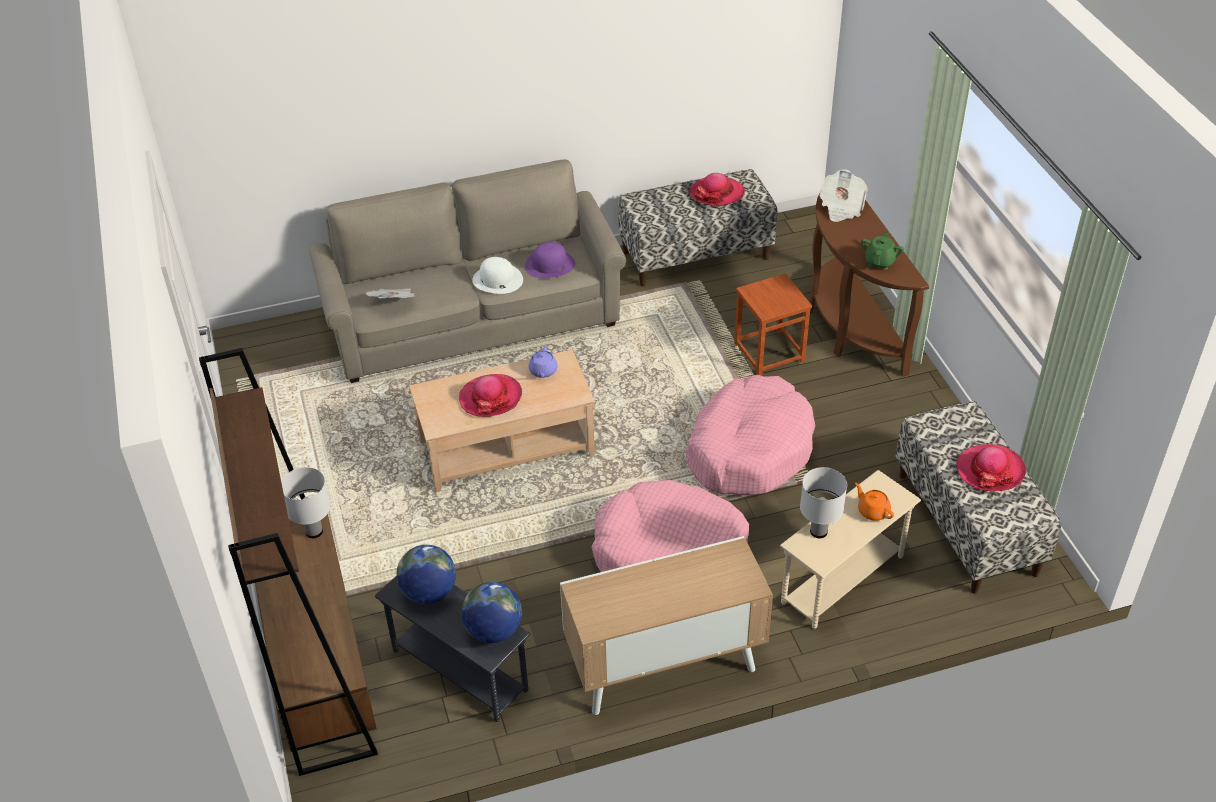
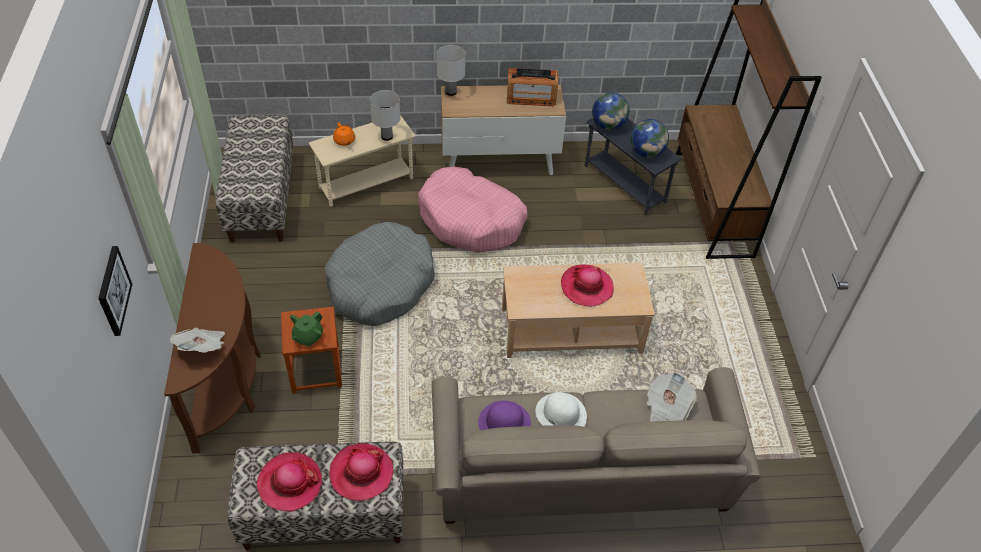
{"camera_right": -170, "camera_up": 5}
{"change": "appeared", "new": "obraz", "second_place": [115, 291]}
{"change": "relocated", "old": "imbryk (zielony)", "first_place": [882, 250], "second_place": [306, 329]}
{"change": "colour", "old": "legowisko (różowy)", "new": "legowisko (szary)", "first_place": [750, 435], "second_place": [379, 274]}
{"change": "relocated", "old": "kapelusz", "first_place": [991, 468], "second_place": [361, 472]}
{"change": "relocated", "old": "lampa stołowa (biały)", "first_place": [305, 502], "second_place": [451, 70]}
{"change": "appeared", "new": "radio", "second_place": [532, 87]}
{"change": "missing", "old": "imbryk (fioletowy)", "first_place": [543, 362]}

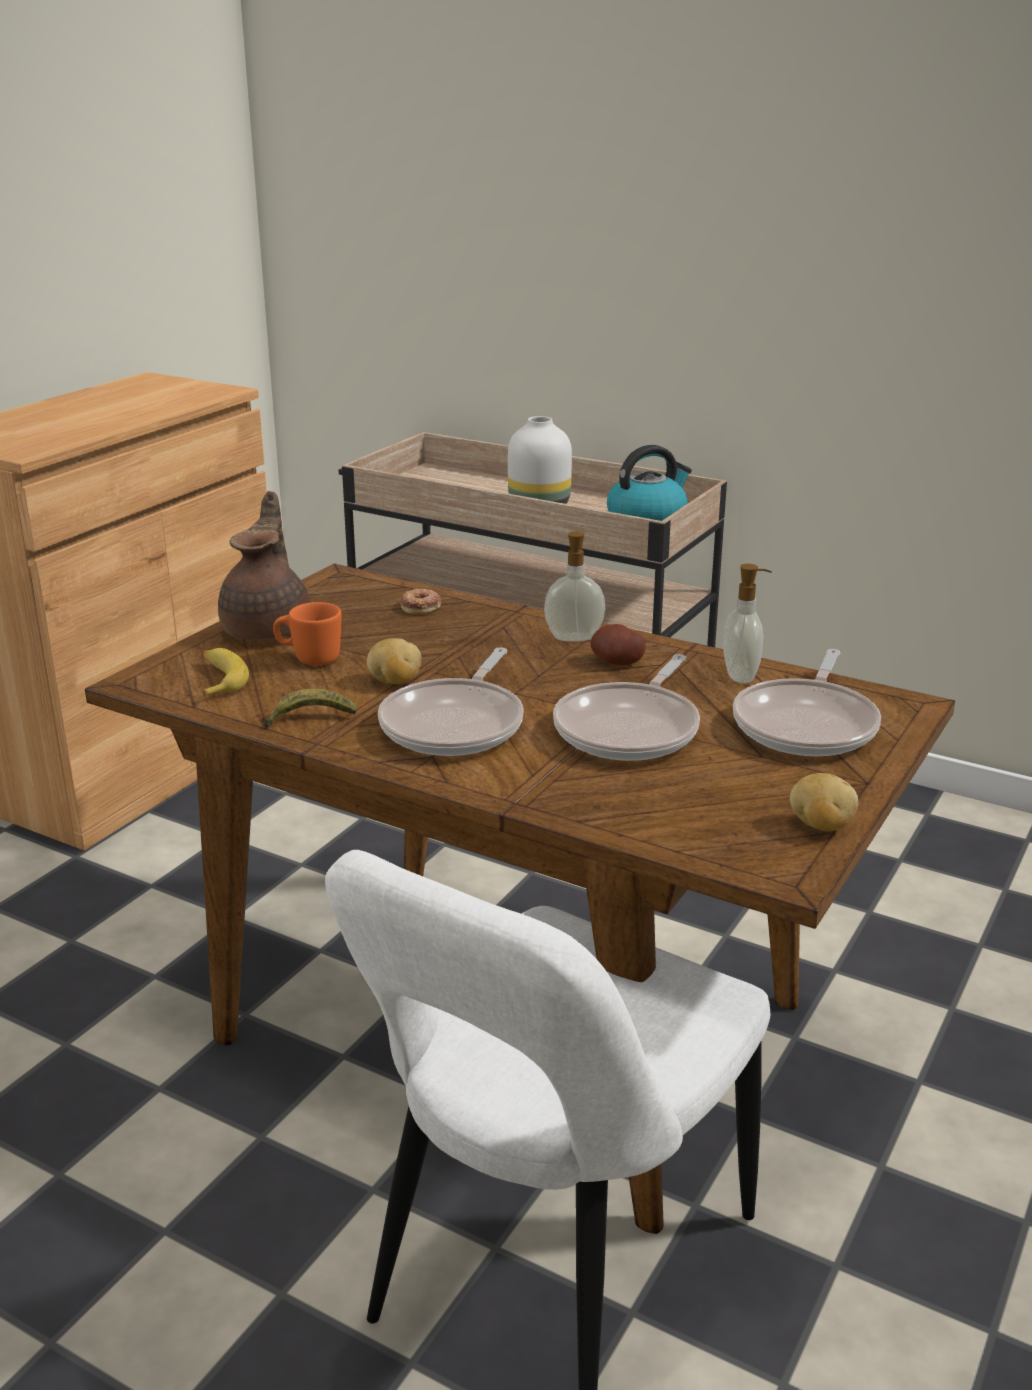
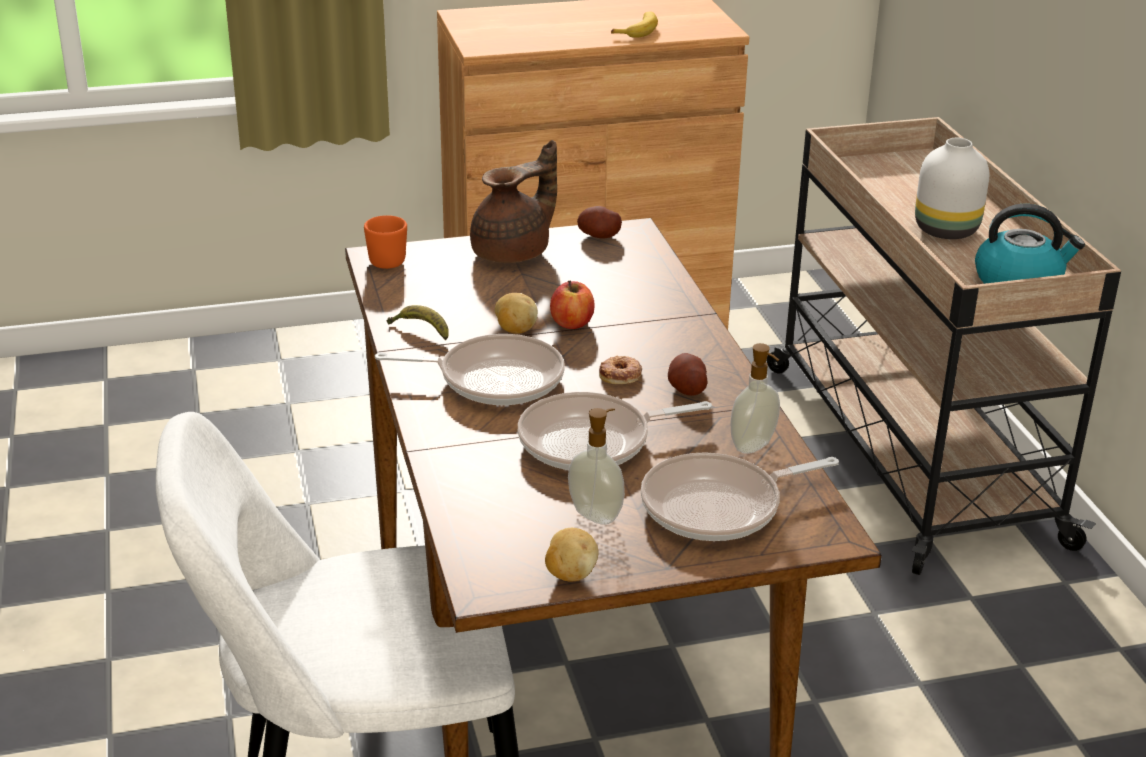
{"camera_right": 45, "camera_up": 5}
{"change": "relocated", "old": "kubek (pomarańczowy)", "first_place": [307, 634], "second_place": [385, 242]}
{"change": "spun", "old": "patelnia", "first_place": [451, 702], "second_place": [470, 369], "degrees": -150}
{"change": "appeared", "new": "jabłko", "second_place": [572, 304]}
{"change": "relocated", "old": "dozownik mydła", "first_place": [574, 586], "second_place": [596, 466]}
{"change": "appeared", "new": "ziemniak", "second_place": [599, 222]}
{"change": "relocated", "old": "donut", "first_place": [420, 601], "second_place": [620, 370]}
{"change": "relocated", "old": "banan", "first_place": [225, 672], "second_place": [634, 24]}

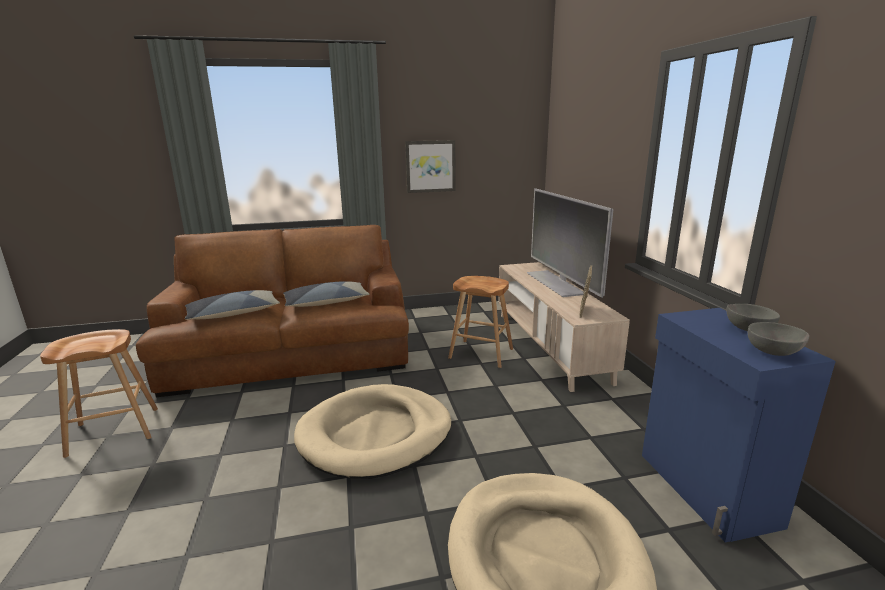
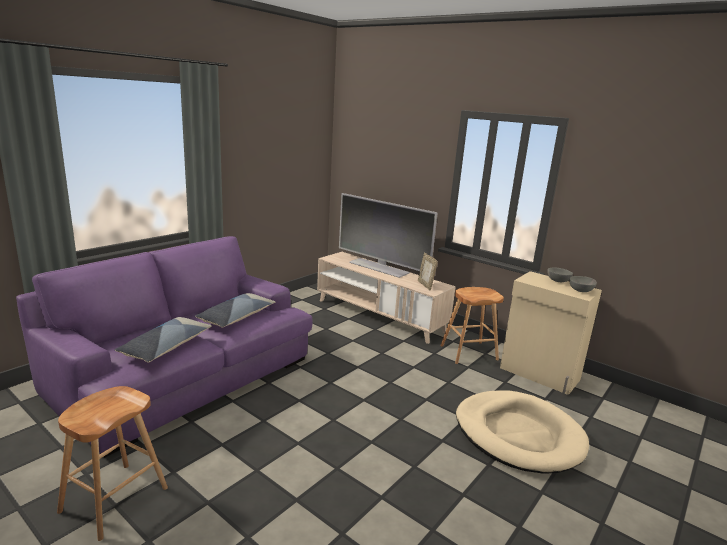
{"camera_right": -40, "camera_up": 0}
{"change": "colour", "old": "kanapa (brązowy)", "new": "kanapa (fioletowy)", "first_place": [272, 311], "second_place": [164, 347]}
{"change": "relocated", "old": "stołek (brązowy)", "first_place": [480, 322], "second_place": [472, 325]}
{"change": "colour", "old": "szafka (niebieski)", "new": "szafka (beżowy)", "first_place": [739, 425], "second_place": [551, 333]}
{"change": "missing", "old": "legowisko (beżowy)", "first_place": [372, 431]}
{"change": "missing", "old": "obraz", "first_place": [430, 166]}

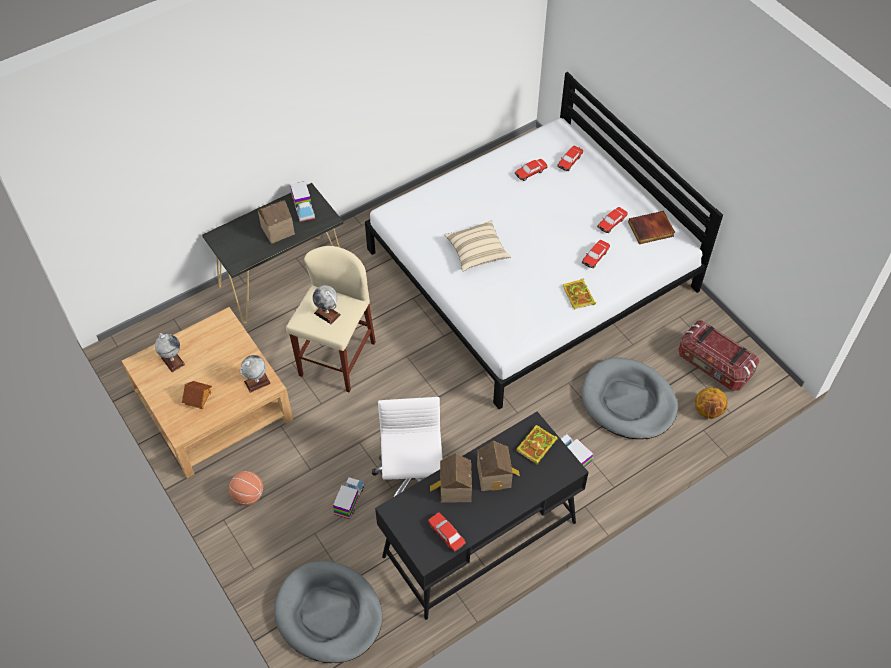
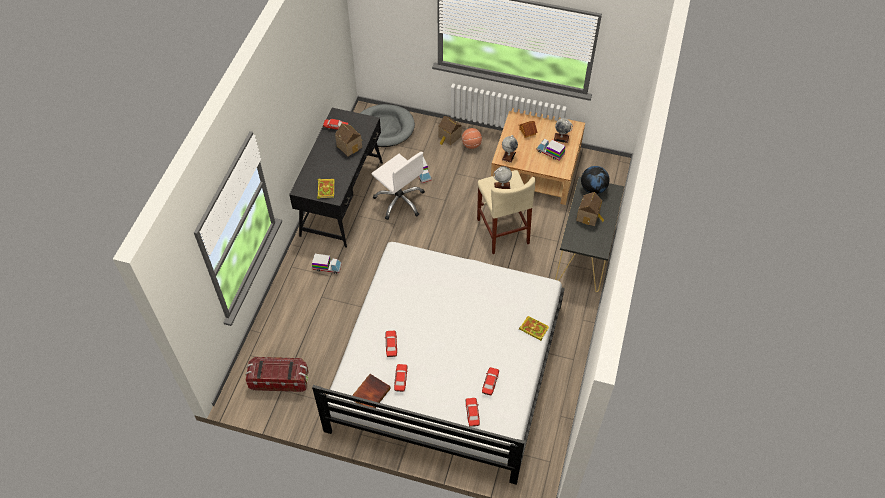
{"camera_right": 140, "camera_up": 0}
{"change": "relocated", "old": "domek", "first_place": [498, 466], "second_place": [450, 131]}
{"change": "relocated", "old": "książka", "first_place": [579, 293], "second_place": [534, 328]}
{"change": "relocated", "old": "ciężarówka zabawkowa", "first_place": [302, 201], "second_place": [550, 150]}
{"change": "appeared", "new": "globus", "second_place": [595, 180]}
{"change": "missing", "old": "poduszka (beżowy)", "first_place": [477, 246]}
{"change": "missing", "old": "legowisko (szary)", "first_place": [629, 398]}
{"change": "missing", "old": "piłka do koszykówki", "first_place": [711, 403]}

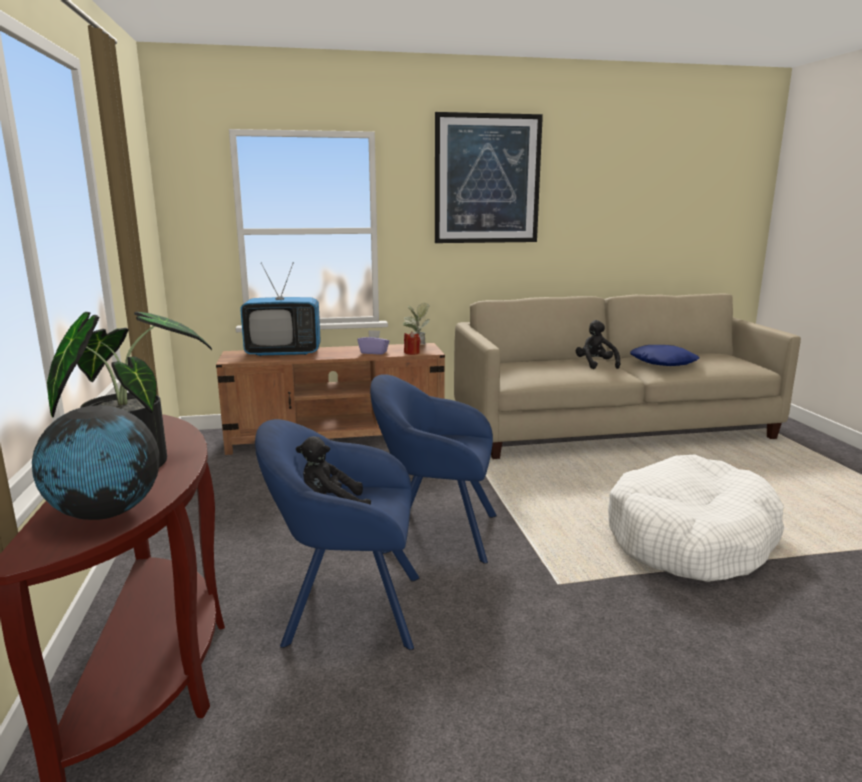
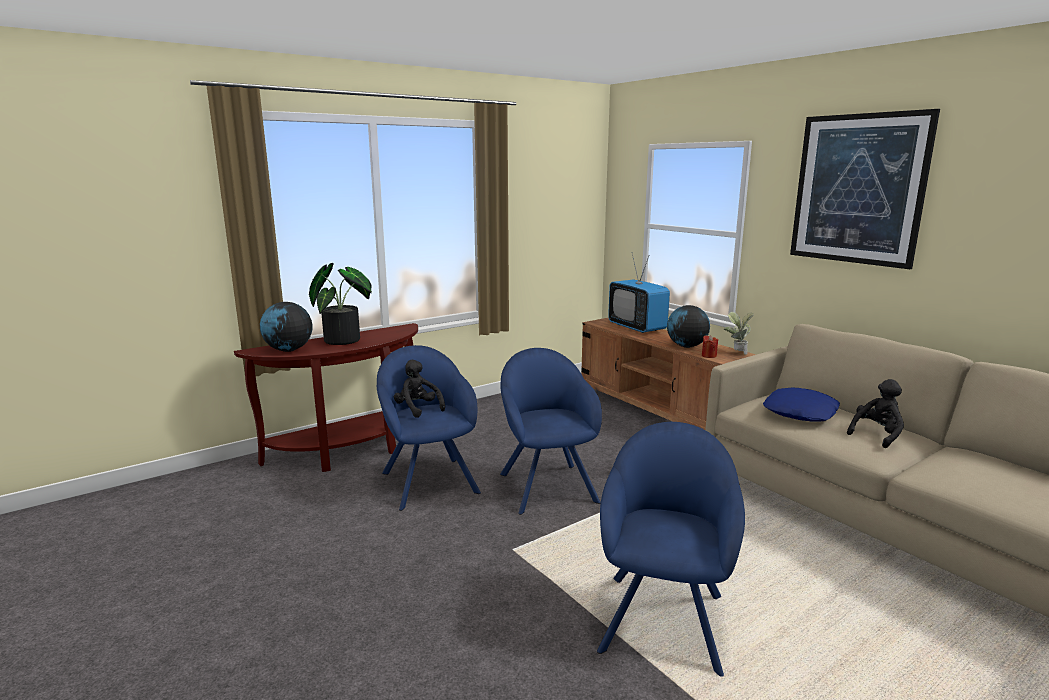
{"camera_right": 65, "camera_up": 0}
{"change": "exchanged", "old": "legowisko (biały)", "new": "fotel (niebieski)", "first_place": [696, 518], "second_place": [671, 549]}
{"change": "exchanged", "old": "pudełko chusteczek (fioletowy)", "new": "globus", "first_place": [373, 342], "second_place": [688, 326]}
{"change": "relocated", "old": "poduszka (niebieski)", "first_place": [665, 355], "second_place": [801, 404]}

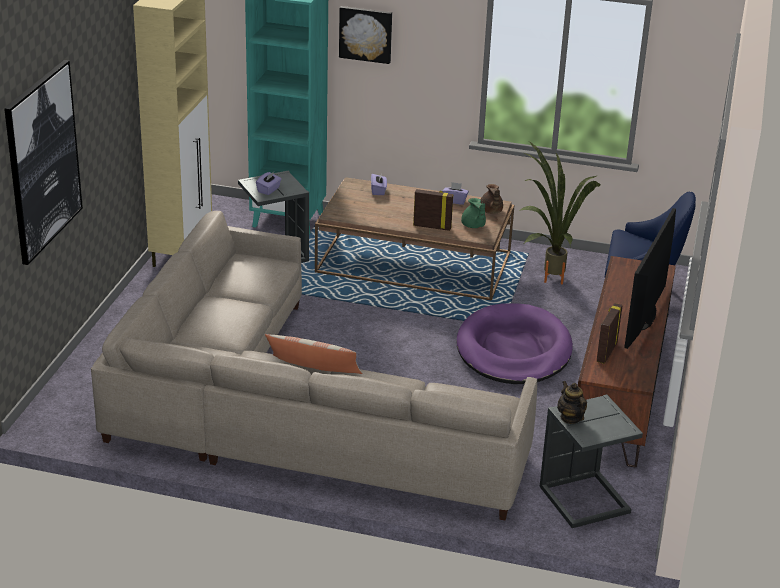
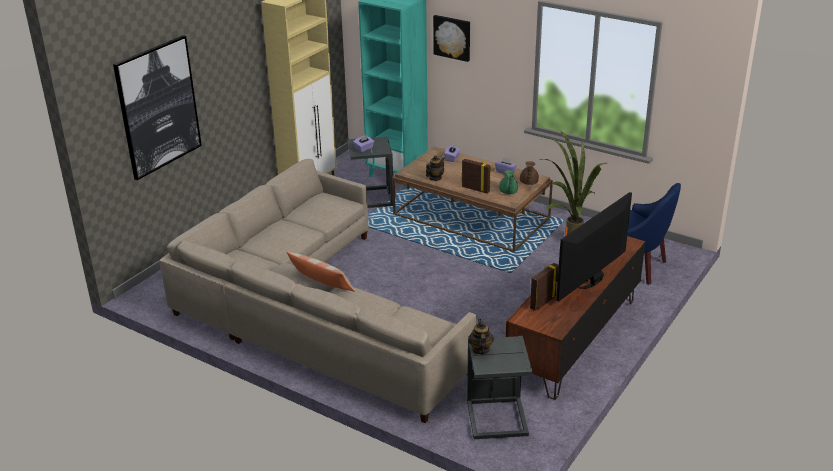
{"camera_right": 20, "camera_up": 0}
{"change": "appeared", "new": "imbryk", "second_place": [435, 168]}
{"change": "missing", "old": "legowisko (fioletowy)", "first_place": [514, 343]}

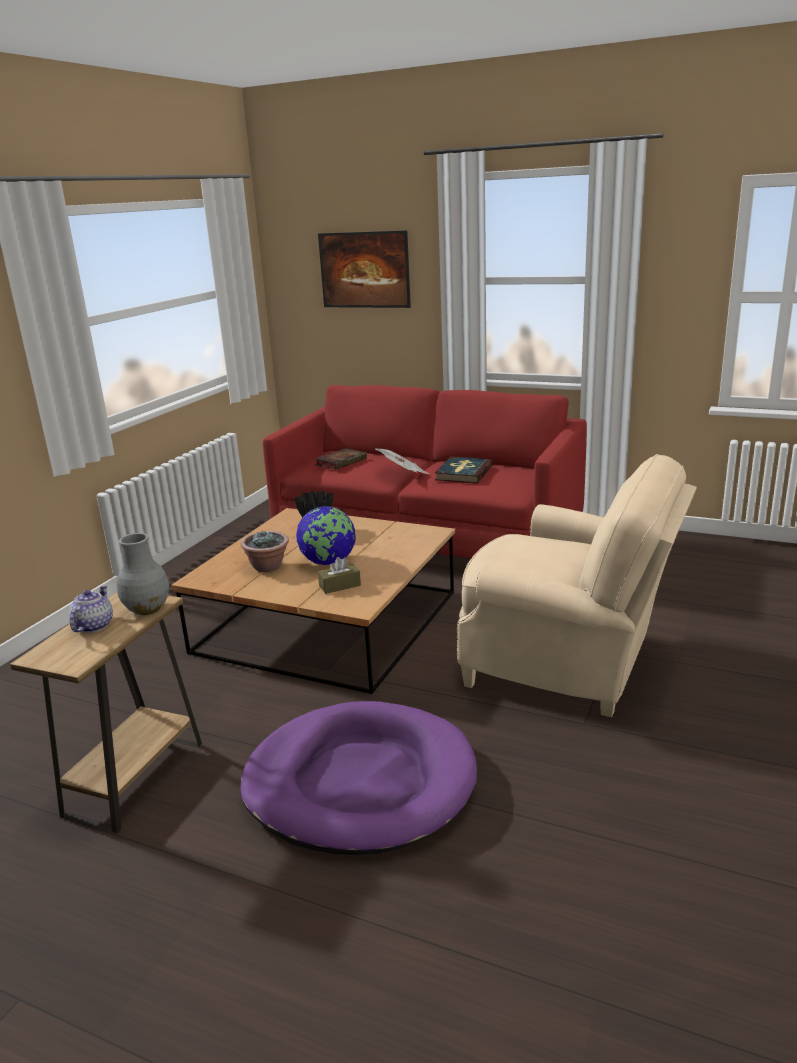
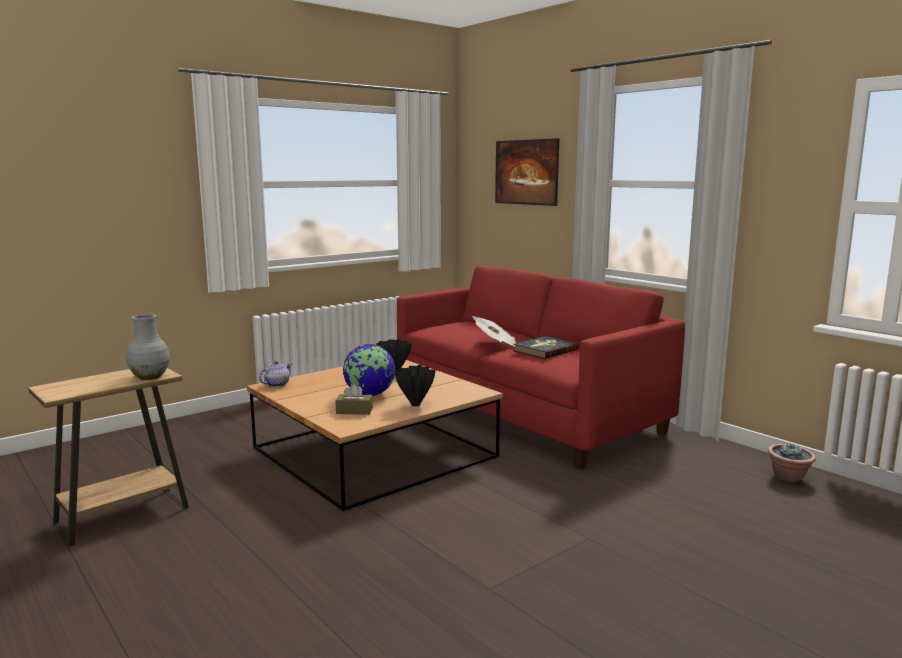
{"camera_right": 25, "camera_up": -10}
{"change": "relocated", "old": "imbryk", "first_place": [91, 609], "second_place": [276, 374]}
{"change": "appeared", "new": "wazon (czarny)", "second_place": [414, 386]}
{"change": "relocated", "old": "roślina doniczkowa", "first_place": [265, 551], "second_place": [792, 462]}
{"change": "missing", "old": "legowisko (fioletowy)", "first_place": [358, 778]}
{"change": "missing", "old": "książka", "first_place": [341, 459]}
{"change": "missing", "old": "fotel (beżowy)", "first_place": [576, 585]}

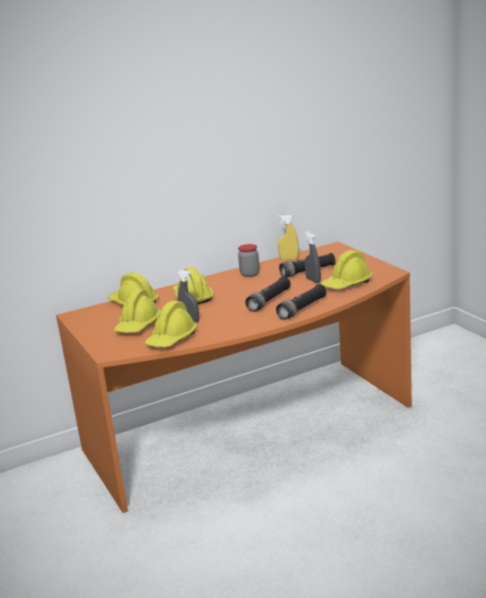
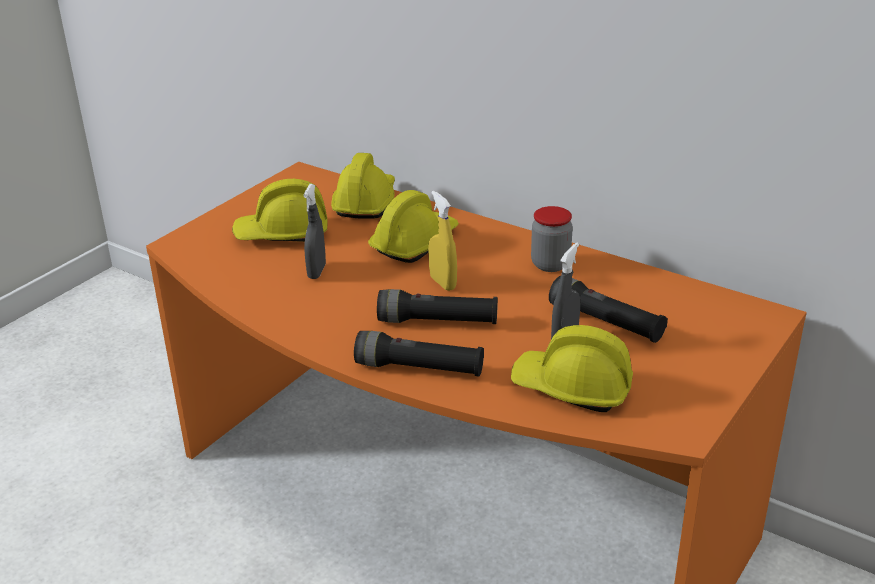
{"camera_right": 60, "camera_up": 10}
{"change": "relocated", "old": "spryskiwacz (żółty)", "first_place": [288, 237], "second_place": [442, 241]}
{"change": "missing", "old": "kask (żółty)", "first_place": [170, 324]}

